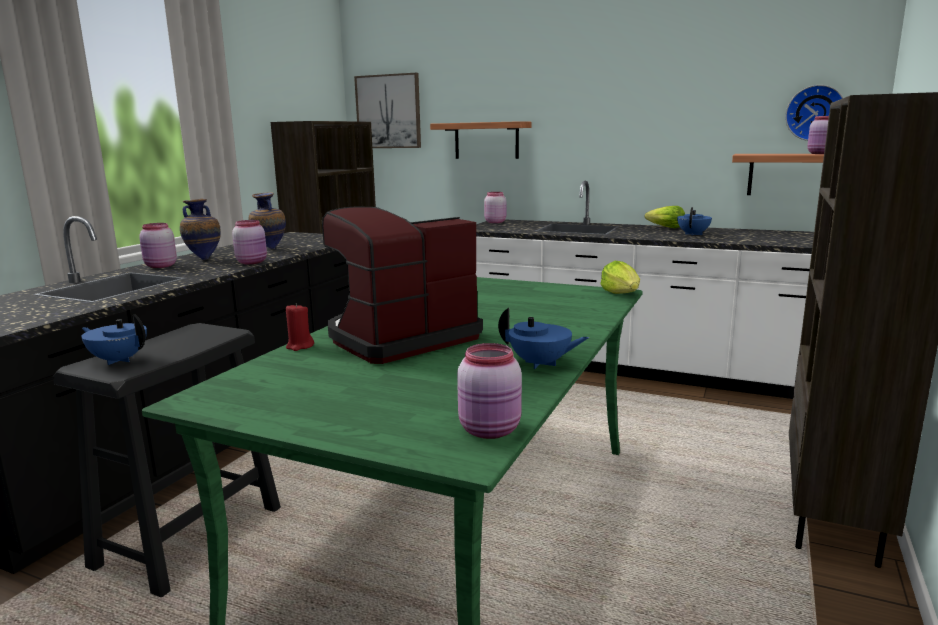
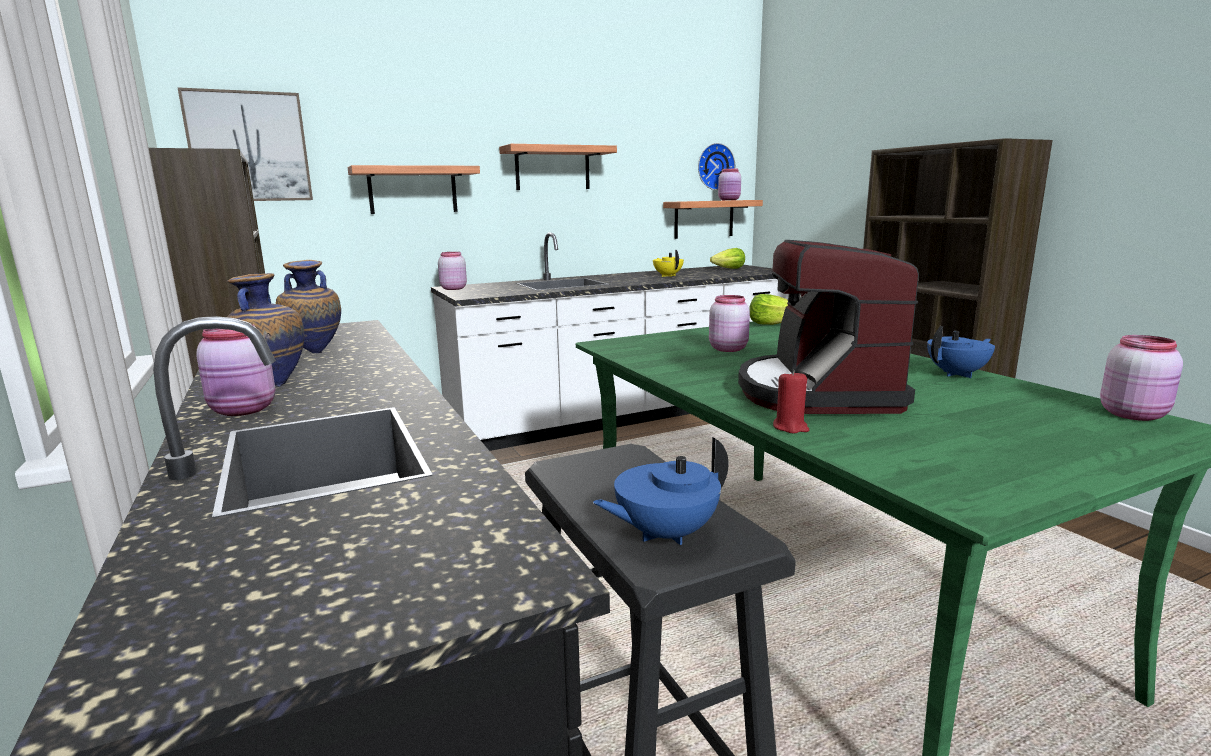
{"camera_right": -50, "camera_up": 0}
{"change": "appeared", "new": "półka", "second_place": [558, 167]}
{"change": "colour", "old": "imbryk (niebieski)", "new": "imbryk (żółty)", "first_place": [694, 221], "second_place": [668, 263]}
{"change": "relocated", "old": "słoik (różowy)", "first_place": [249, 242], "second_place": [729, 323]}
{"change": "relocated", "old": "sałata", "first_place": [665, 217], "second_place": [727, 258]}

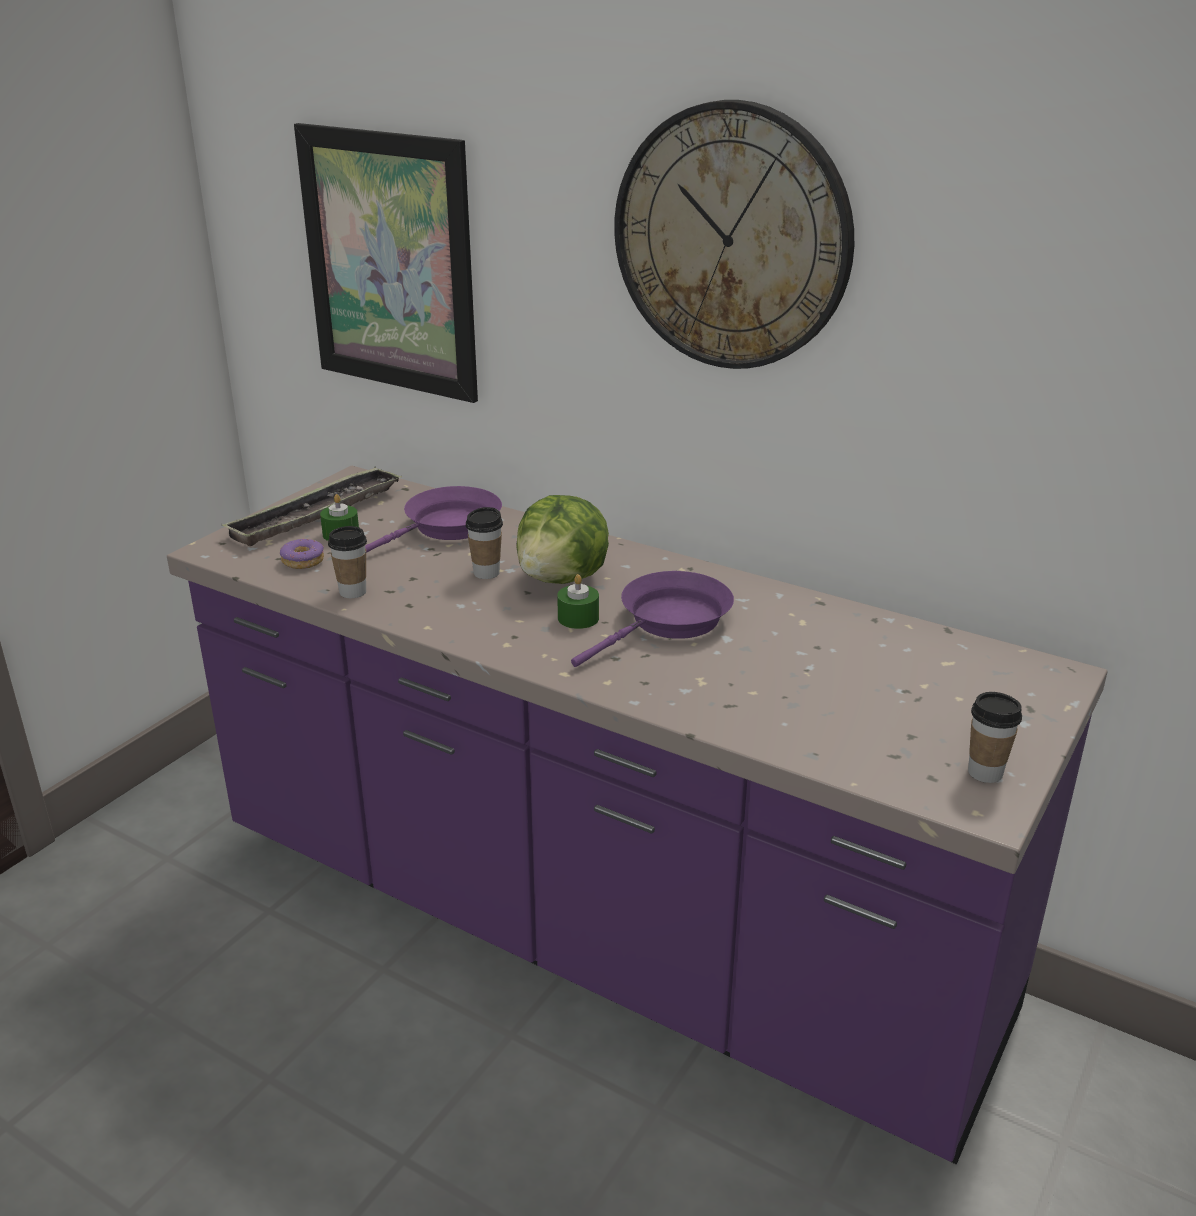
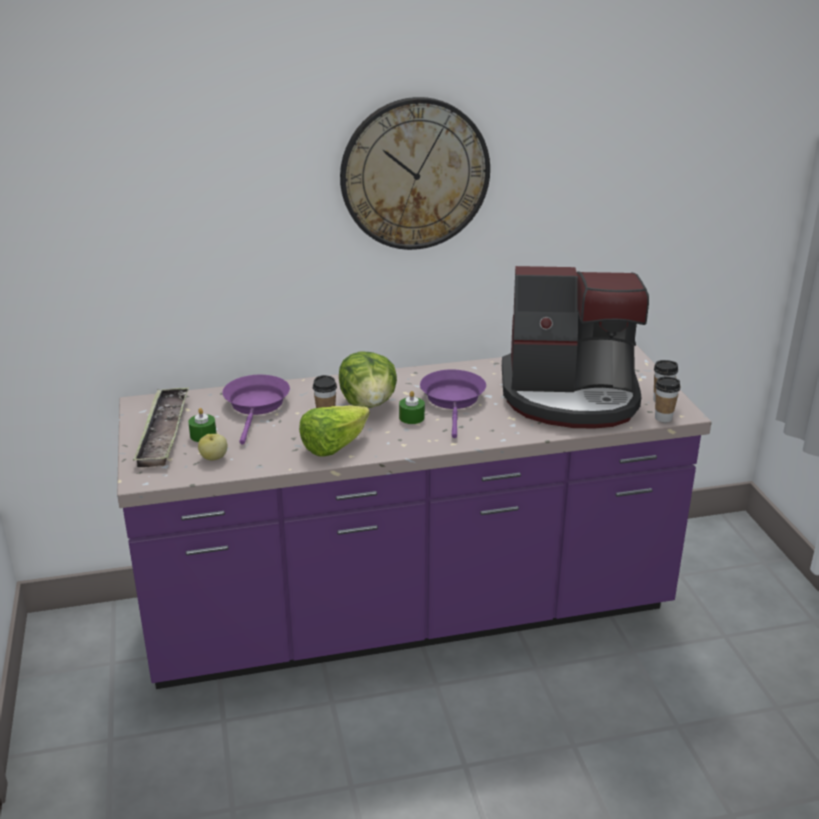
{"camera_right": -45, "camera_up": 0}
{"change": "exchanged", "old": "donut", "new": "jabłko", "first_place": [302, 554], "second_place": [212, 447]}
{"change": "appeared", "new": "sałata", "second_place": [334, 431]}
{"change": "appeared", "new": "ekspres do kawy", "second_place": [575, 347]}
{"change": "relocated", "old": "filiżanka", "first_place": [347, 562], "second_place": [667, 399]}
{"change": "missing", "old": "obraz", "first_place": [386, 263]}

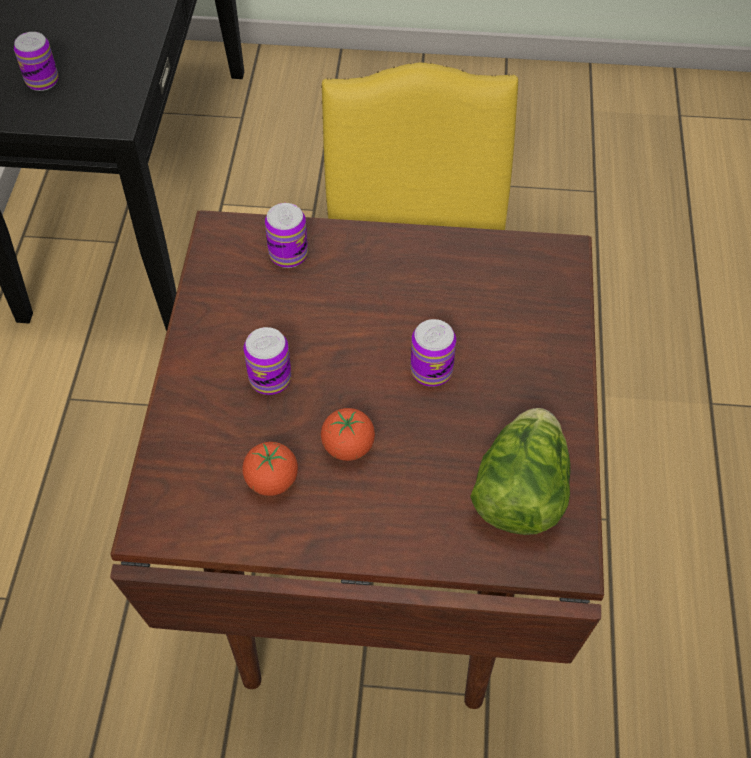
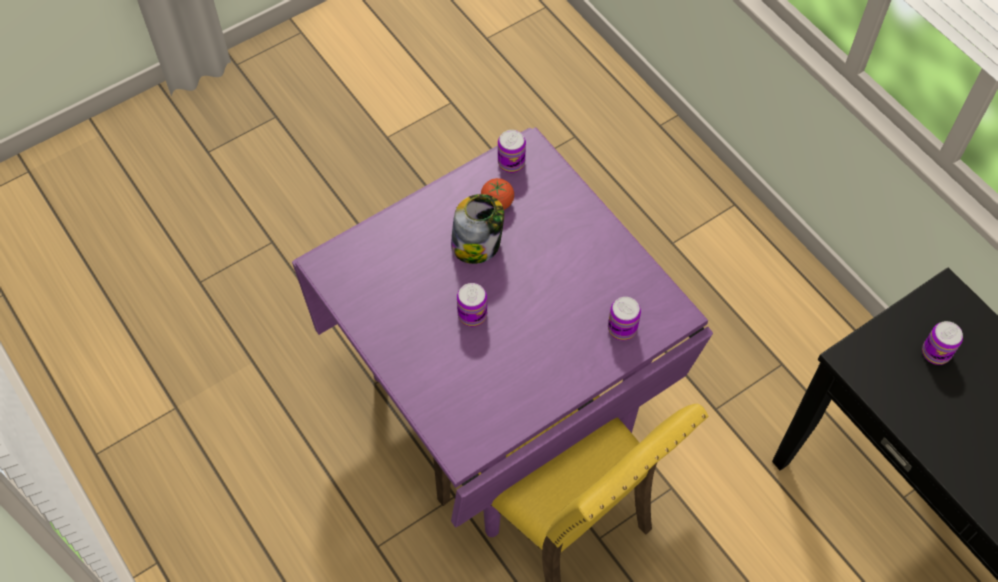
{"camera_right": 140, "camera_up": 5}
{"change": "colour", "old": "stół jadalny (brązowy)", "new": "stół jadalny (fioletowy)", "first_place": [357, 459], "second_place": [502, 332]}
{"change": "exchanged", "old": "pomidor", "new": "słoik", "first_place": [348, 434], "second_place": [477, 229]}
{"change": "relocated", "old": "puszka", "first_place": [267, 361], "second_place": [512, 151]}
{"change": "missing", "old": "sałata", "first_place": [520, 471]}

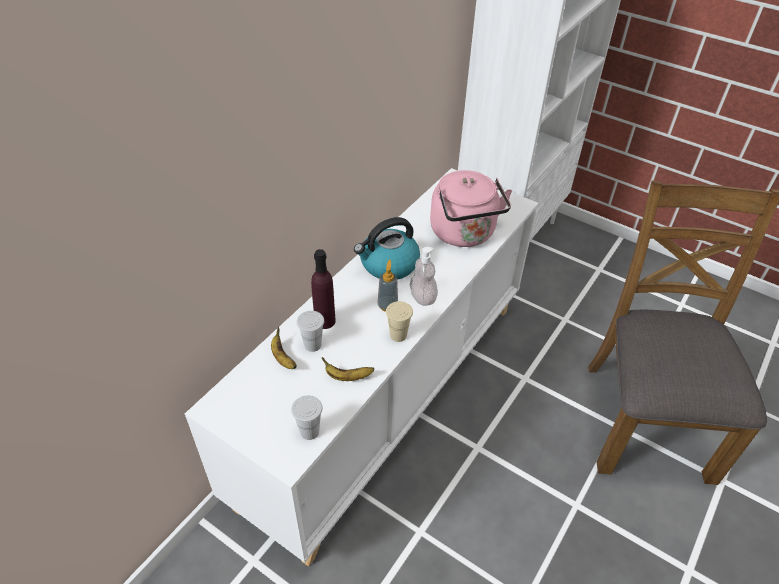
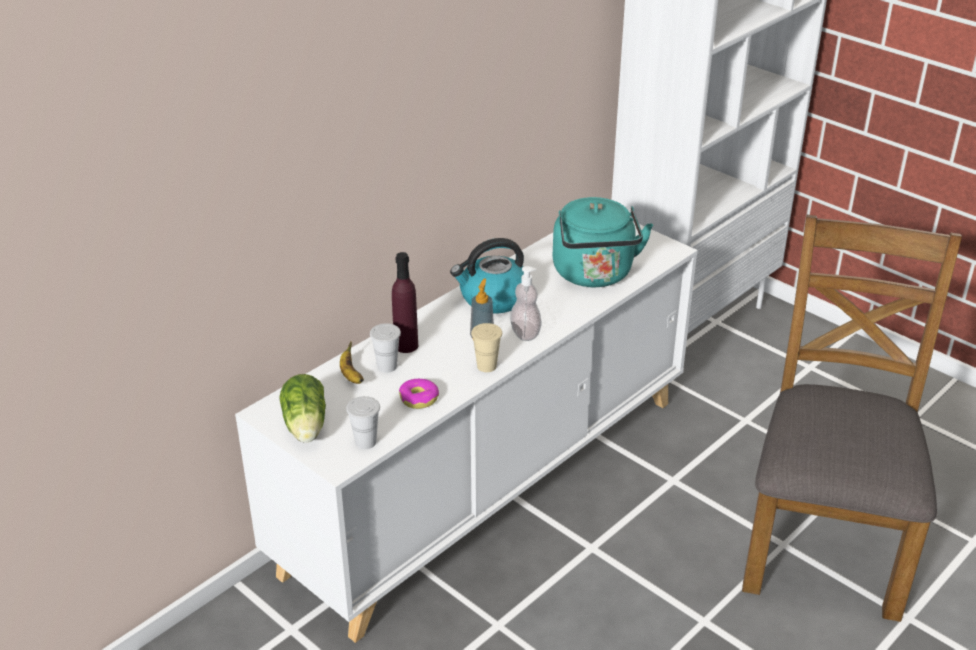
{"camera_right": 10, "camera_up": -10}
{"change": "appeared", "new": "sałata", "second_place": [302, 408]}
{"change": "exchanged", "old": "banan", "new": "donut", "first_place": [348, 369], "second_place": [419, 394]}
{"change": "colour", "old": "czajnik (różowy)", "new": "czajnik (turkusowy)", "first_place": [471, 208], "second_place": [603, 242]}

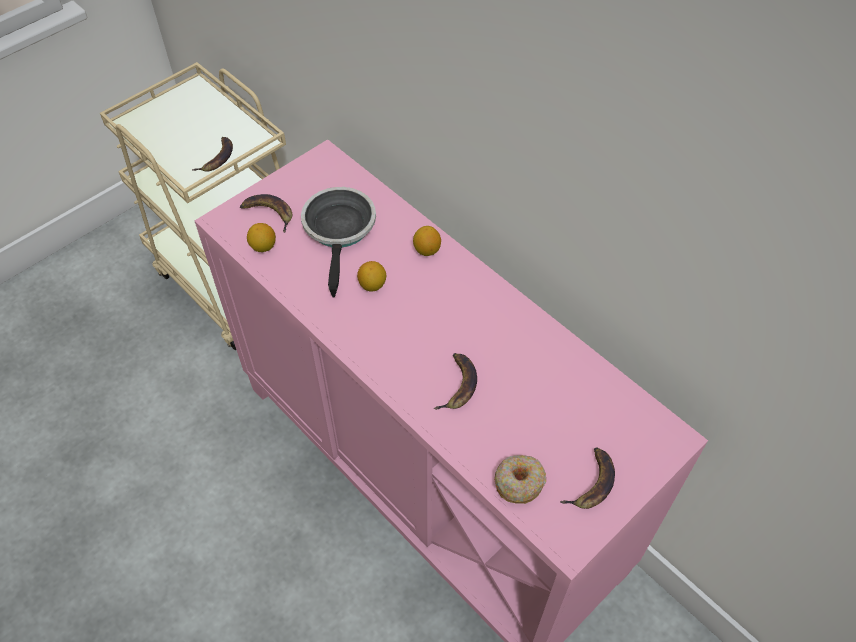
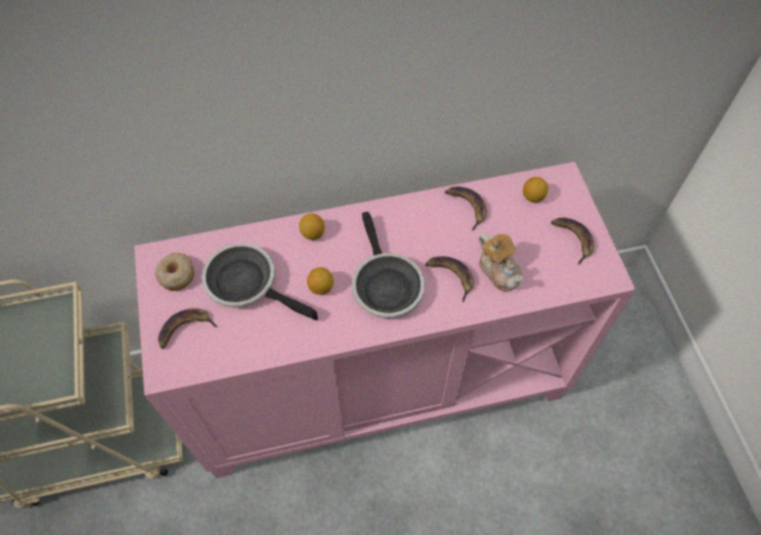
{"camera_right": -60, "camera_up": 5}
{"change": "relocated", "old": "donut", "first_place": [520, 479], "second_place": [174, 272]}
{"change": "appeared", "new": "patelnia", "second_place": [388, 265]}
{"change": "relocated", "old": "banan", "first_place": [212, 154], "second_place": [466, 209]}
{"change": "appeared", "new": "imbryk", "second_place": [501, 262]}
{"change": "relocated", "old": "cytryna", "first_place": [261, 237], "second_place": [535, 190]}

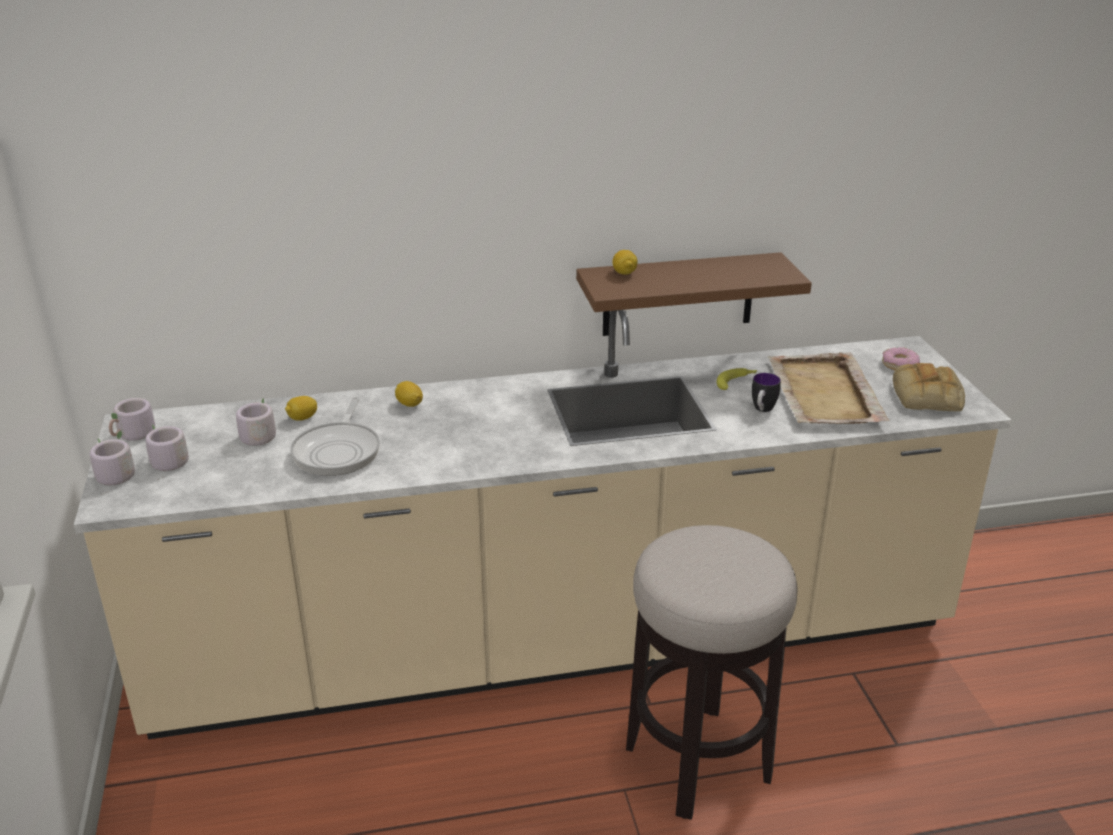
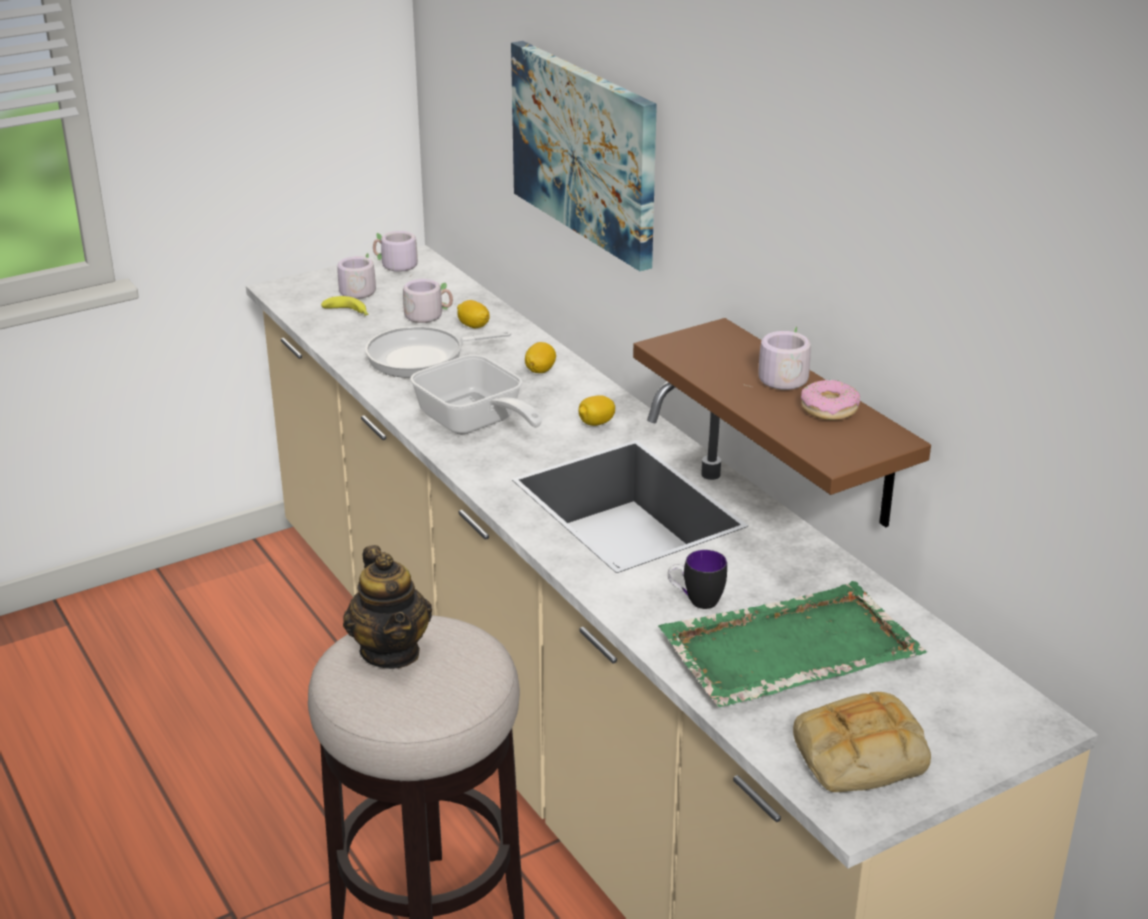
{"camera_right": 70, "camera_up": 0}
{"change": "relocated", "old": "banan", "first_place": [737, 379], "second_place": [345, 306]}
{"change": "appeared", "new": "imbryk", "second_place": [387, 607]}
{"change": "appeared", "new": "patelnia", "second_place": [476, 395]}
{"change": "appeared", "new": "obraz", "second_place": [584, 156]}
{"change": "relocated", "old": "cytryna", "first_place": [625, 262], "second_place": [596, 410]}
{"change": "colour", "old": "taca (beżowy)", "new": "taca (zielony)", "first_place": [828, 388], "second_place": [792, 644]}
{"change": "relocated", "old": "kubek (szary)", "first_place": [112, 466], "second_place": [778, 358]}
{"change": "relocated", "old": "donut", "first_place": [901, 358], "second_place": [830, 400]}

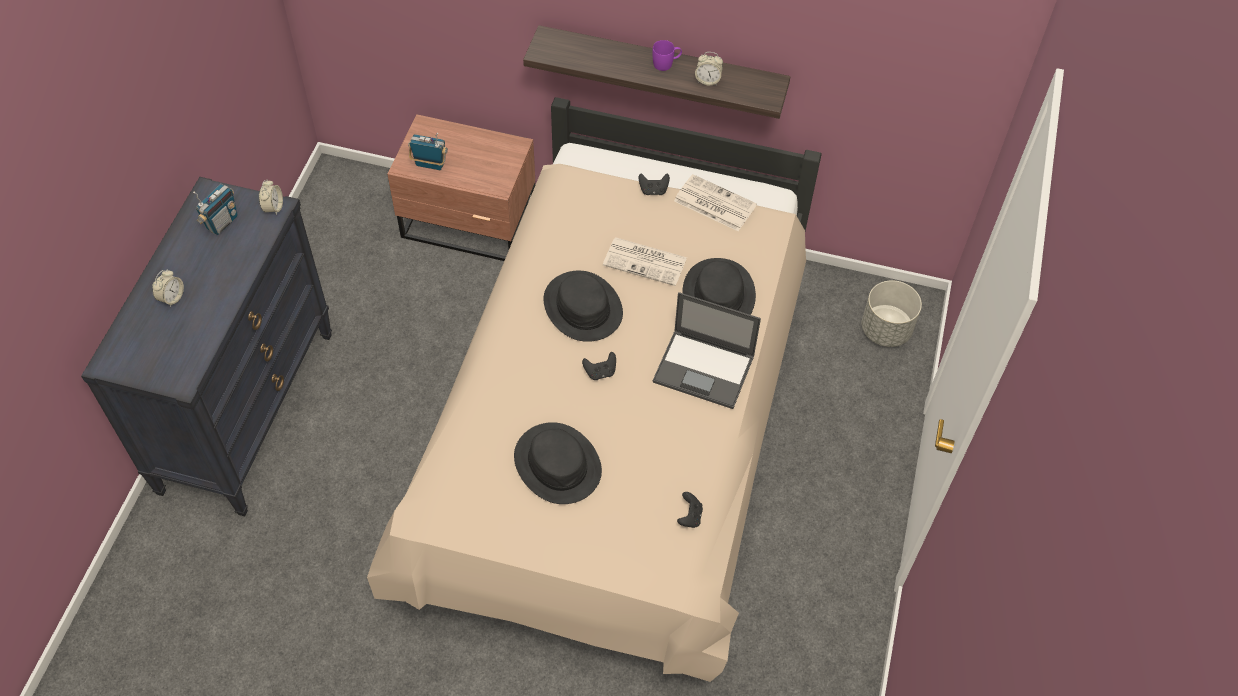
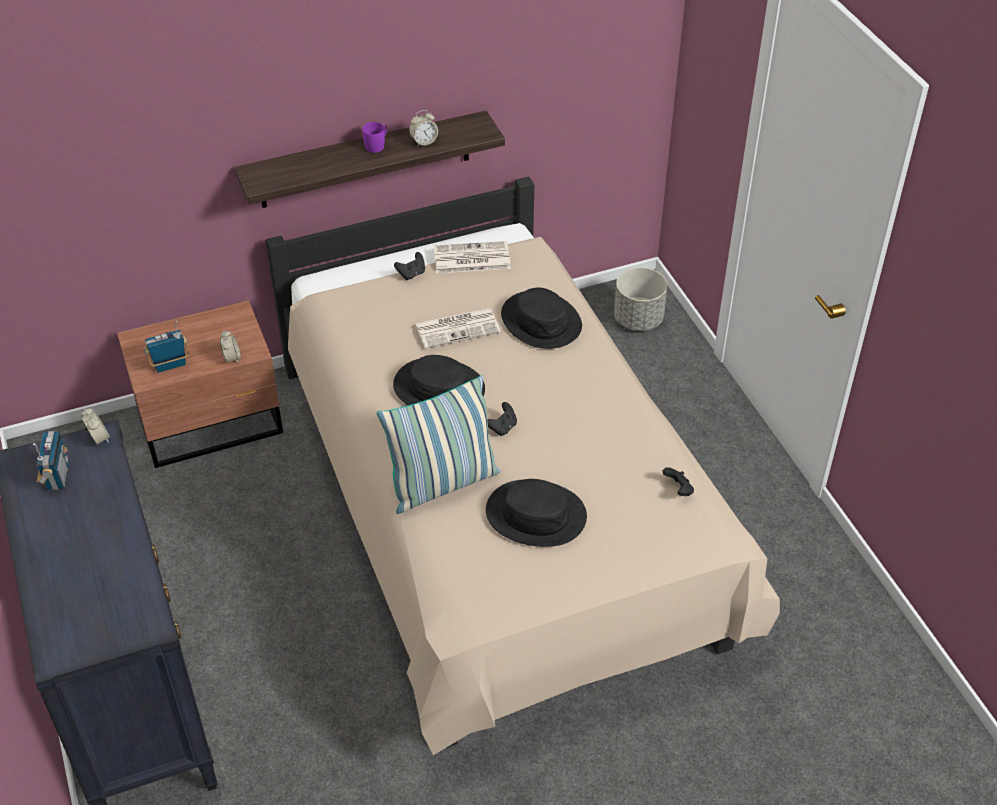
{"camera_right": -35, "camera_up": -10}
{"change": "relocated", "old": "budzik", "first_place": [168, 288], "second_place": [230, 347]}
{"change": "appeared", "new": "poduszka", "second_place": [439, 444]}
{"change": "missing", "old": "laptop", "first_place": [707, 350]}

